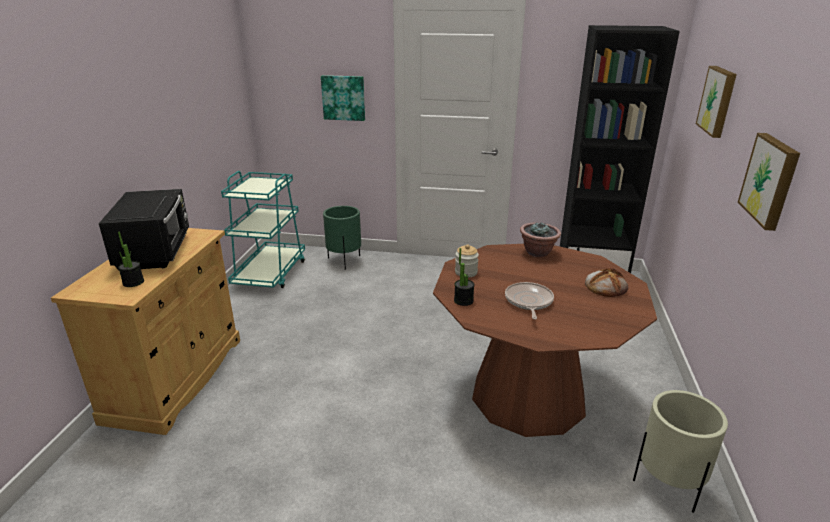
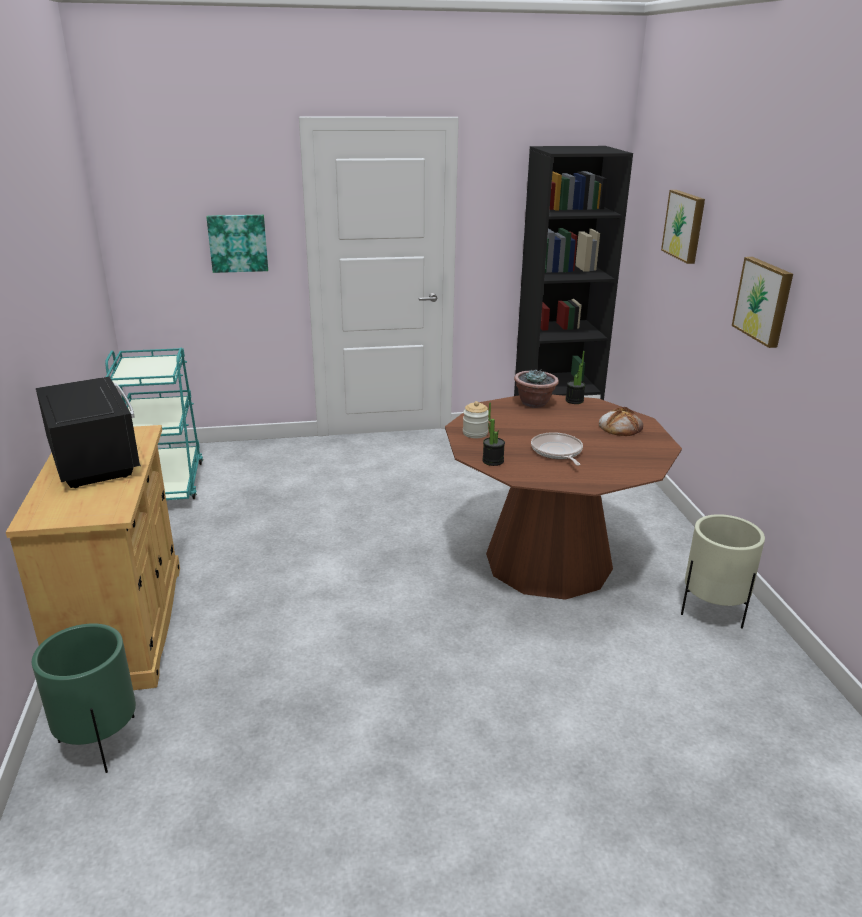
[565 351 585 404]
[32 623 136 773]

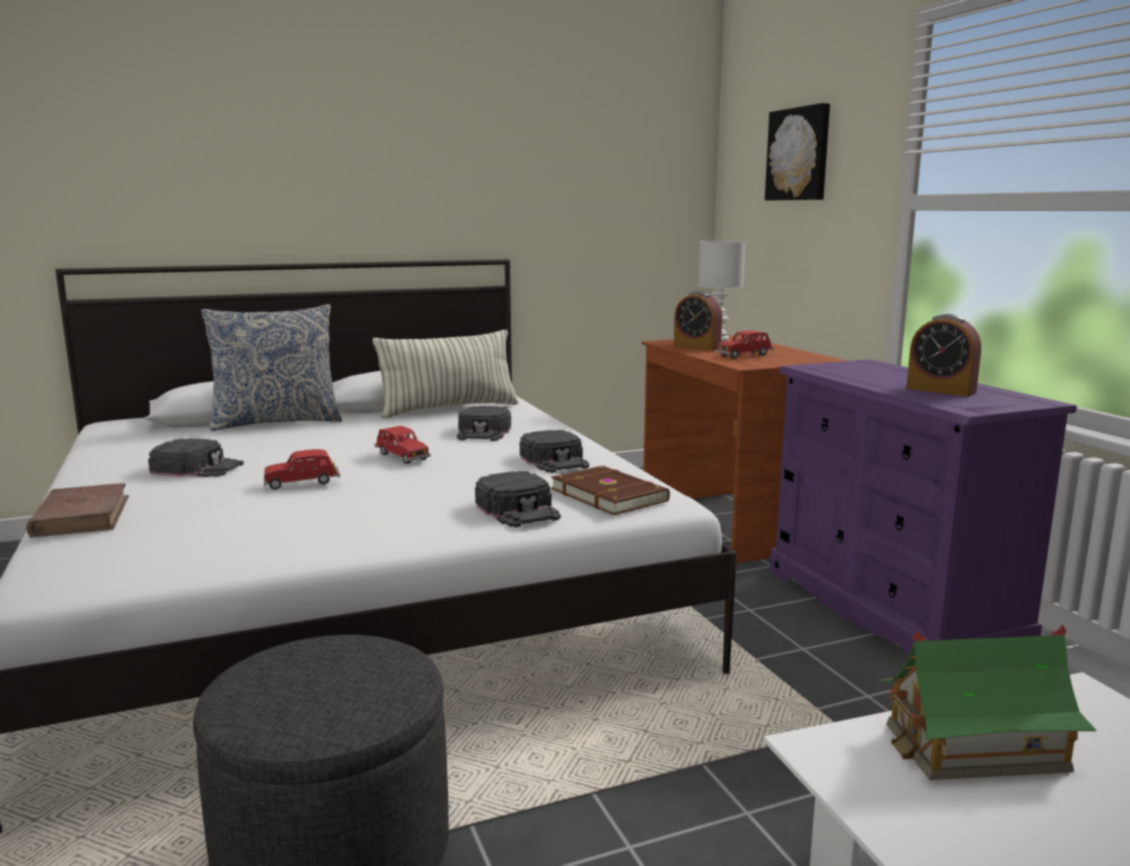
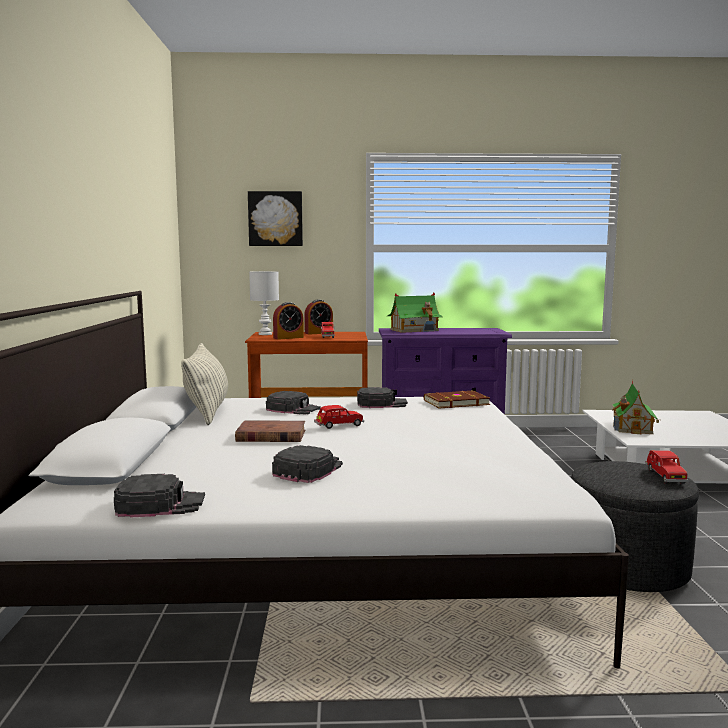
[235 421 305 442]
[201 304 342 431] (first image)
[645 450 689 484]
[114 474 205 518]
[304 299 333 335]
[387 293 442 333]

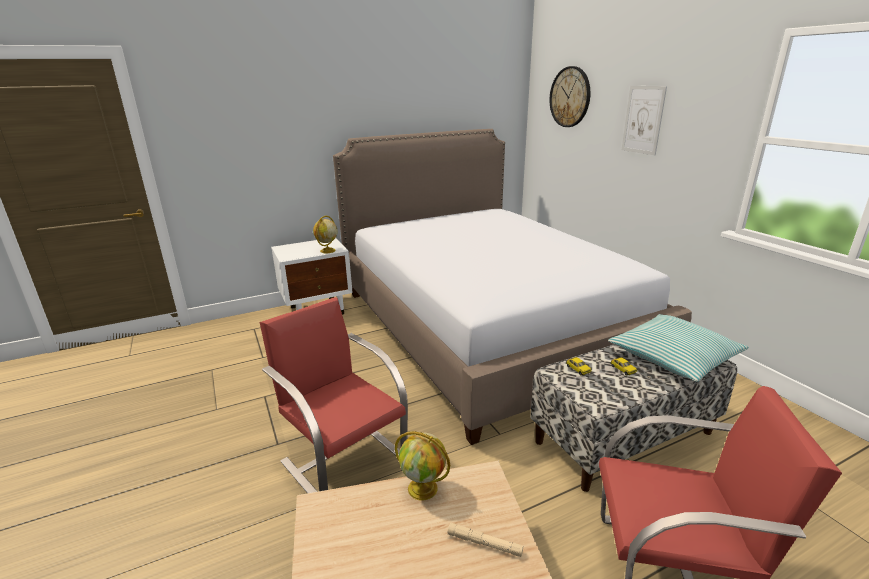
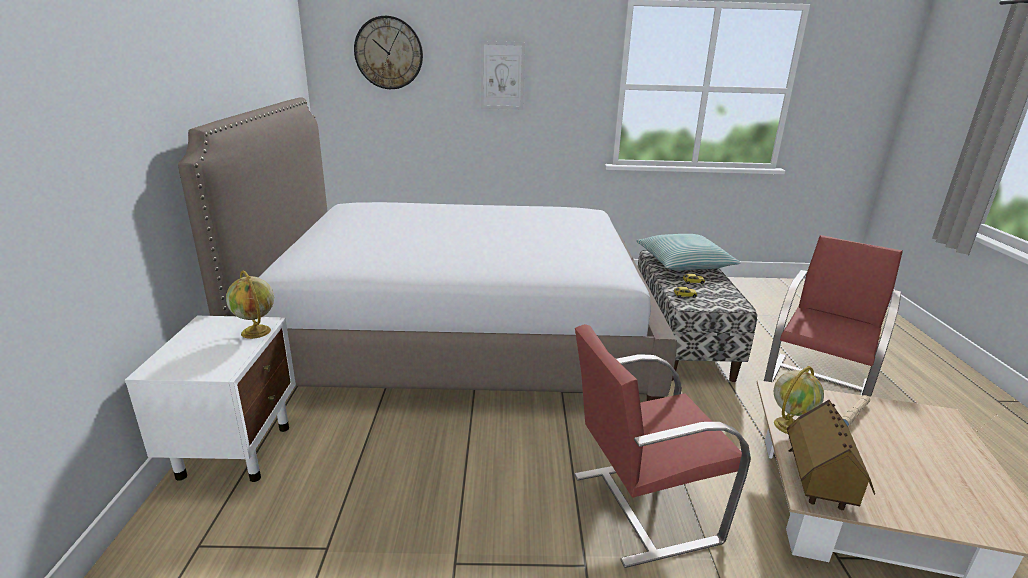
[787 400 875 510]

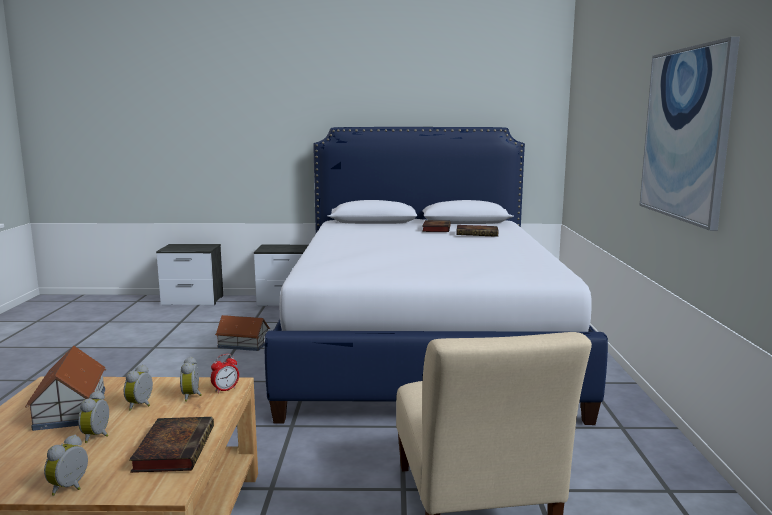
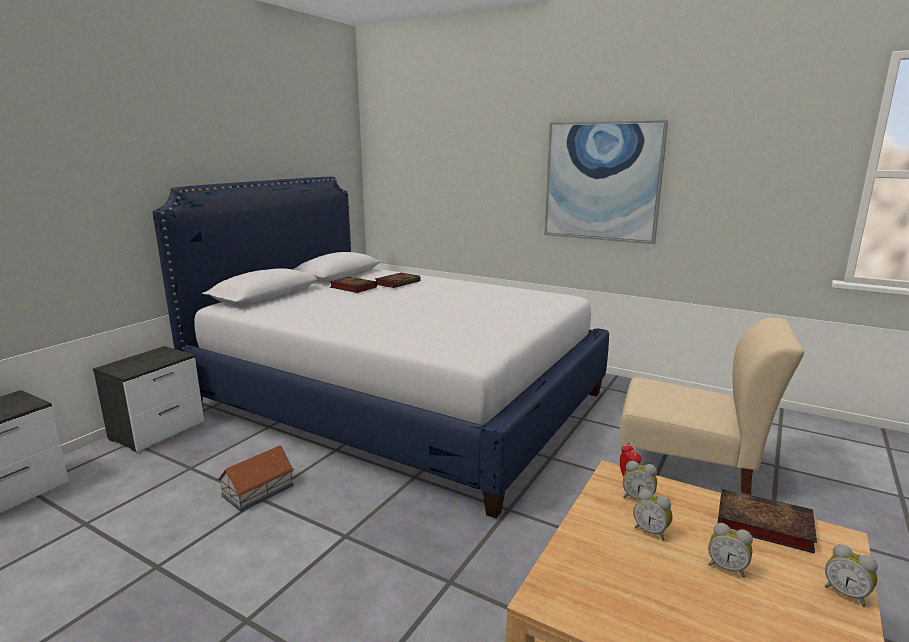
[25 346 106 431] (first image)

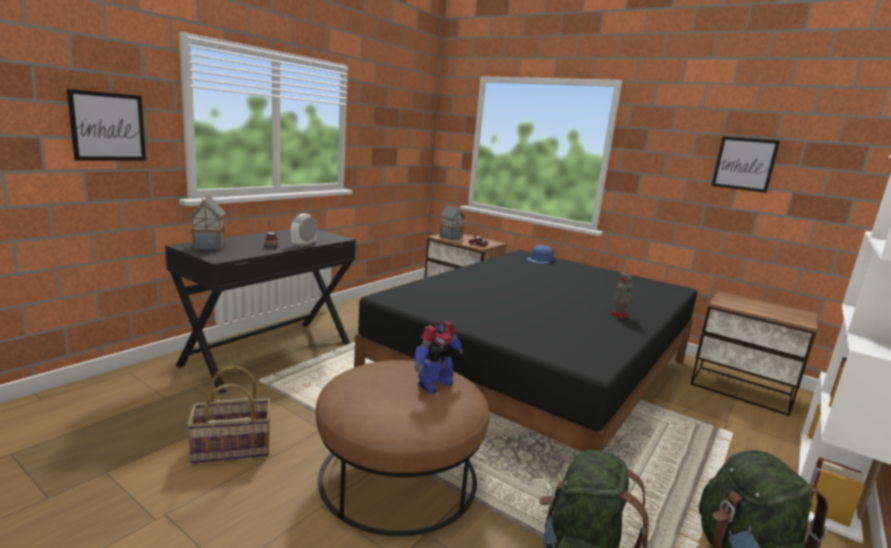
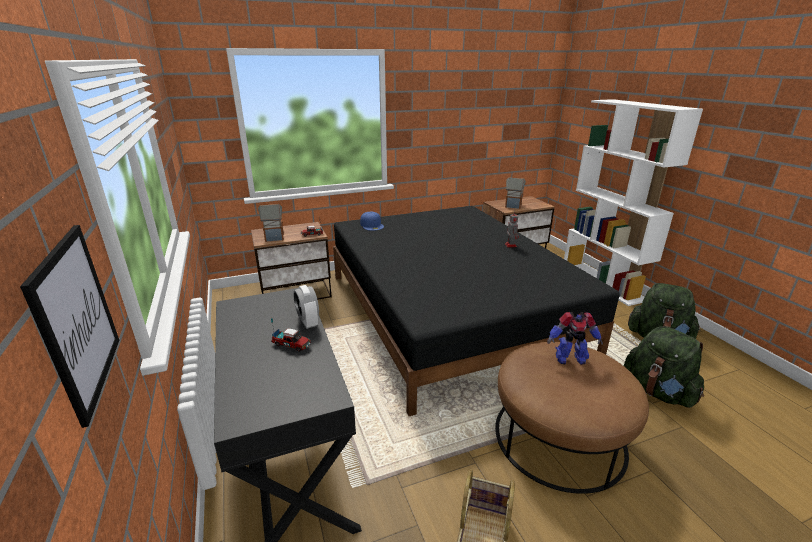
[505 177 526 209]
[547 312 603 365]
[712 136 780 193] (first image)

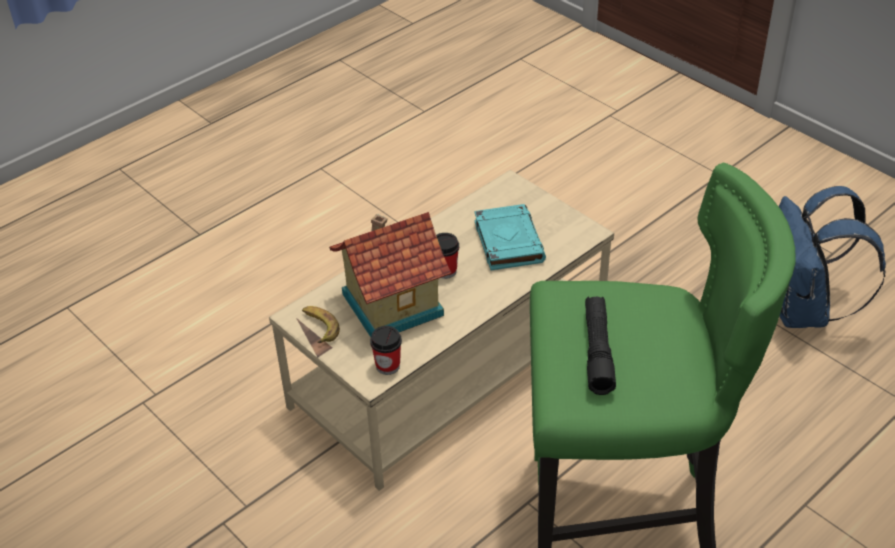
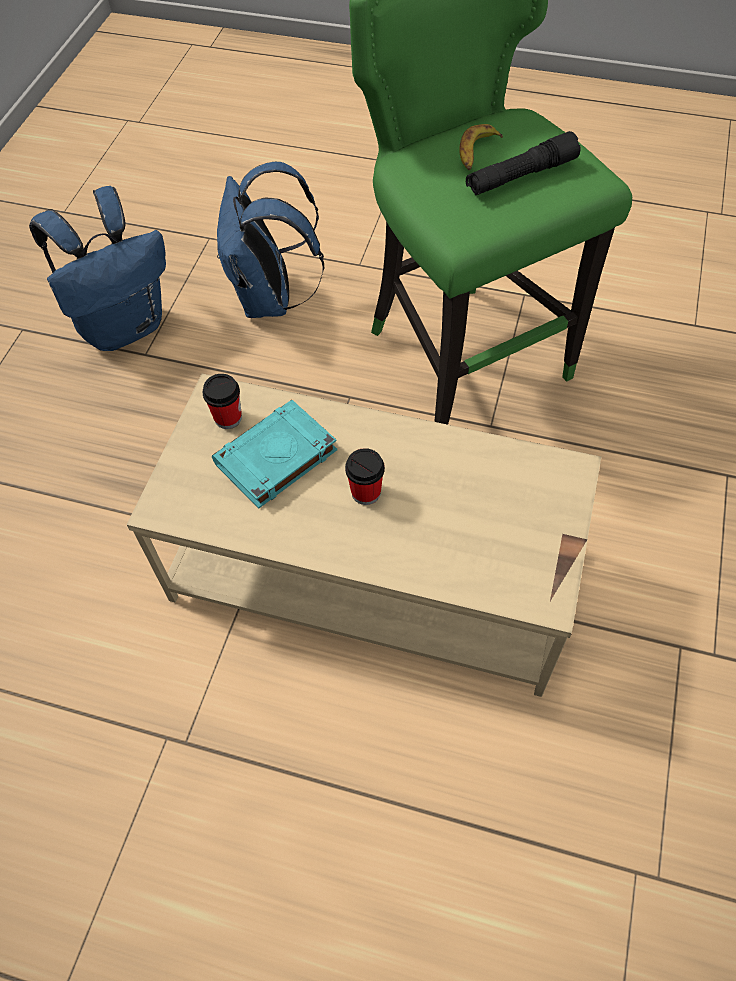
[459 124 503 170]
[329 212 451 337] (first image)
[202 374 242 429]
[217 162 325 318]

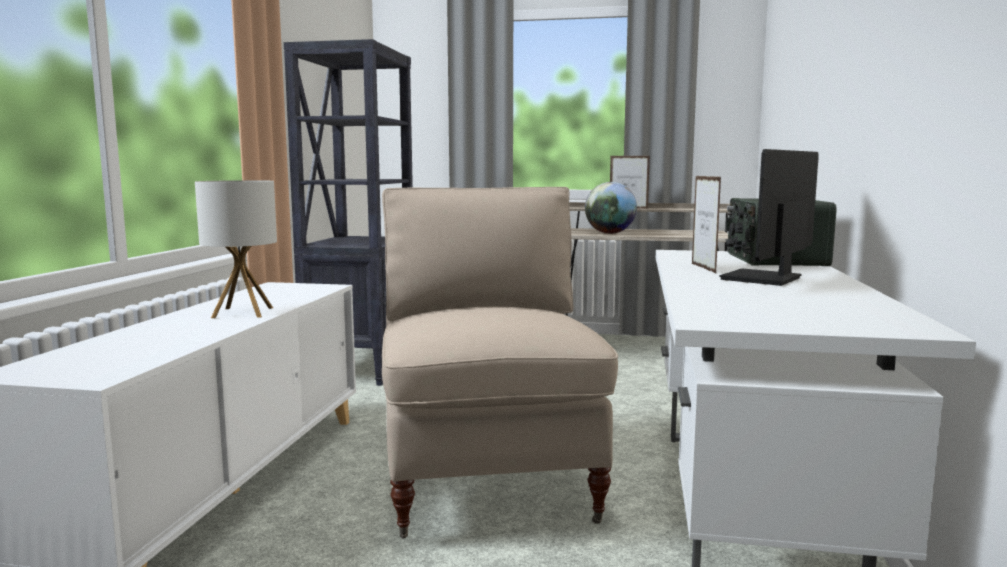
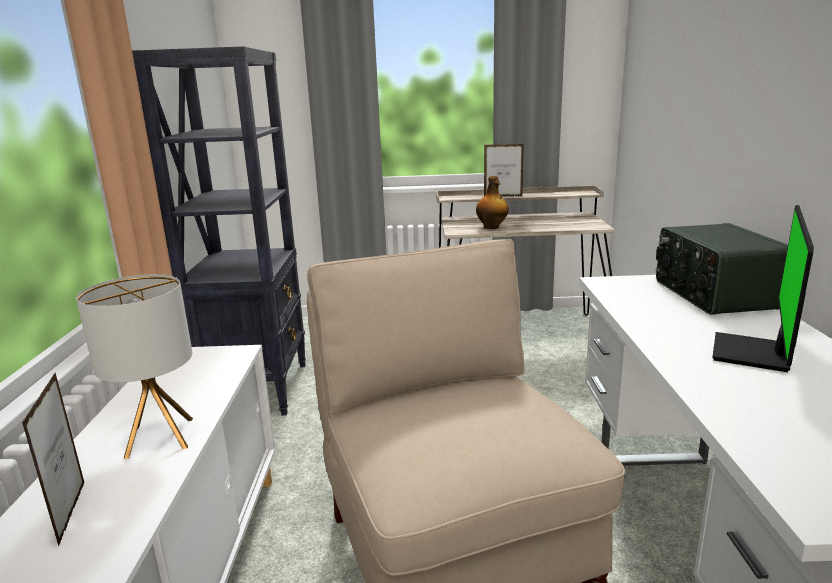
[476 176 509 229]
[22 373 84 547]

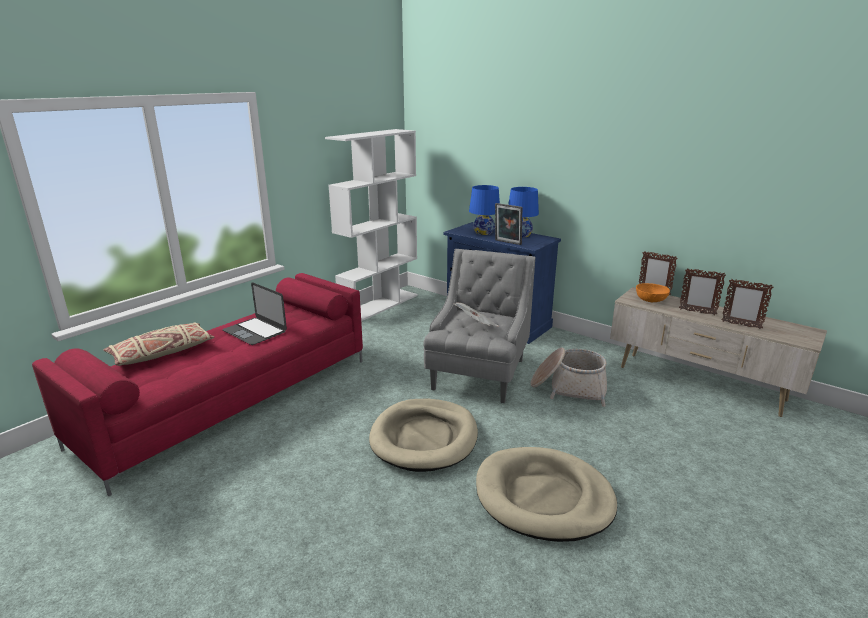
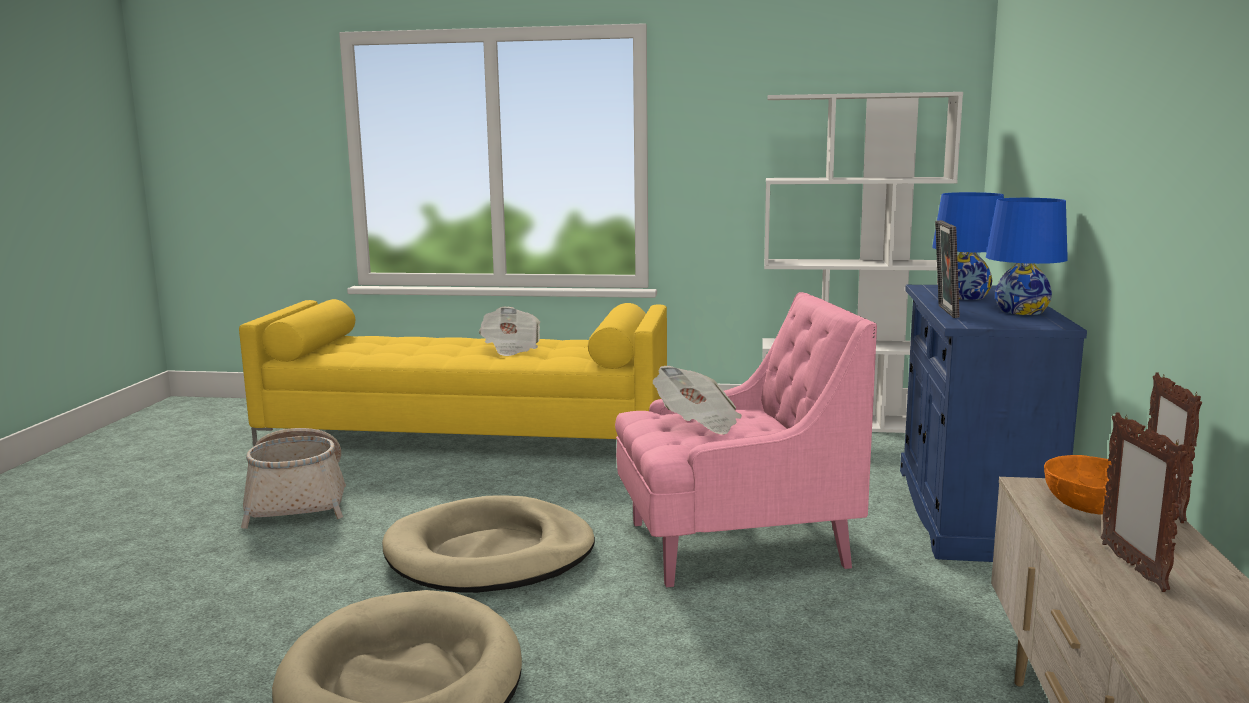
[239 299 667 447]
[103 323 214 366] (first image)
[479 307 540 356]
[615 292 877 587]
[241 428 346 529]
[721 279 773 329] (first image)

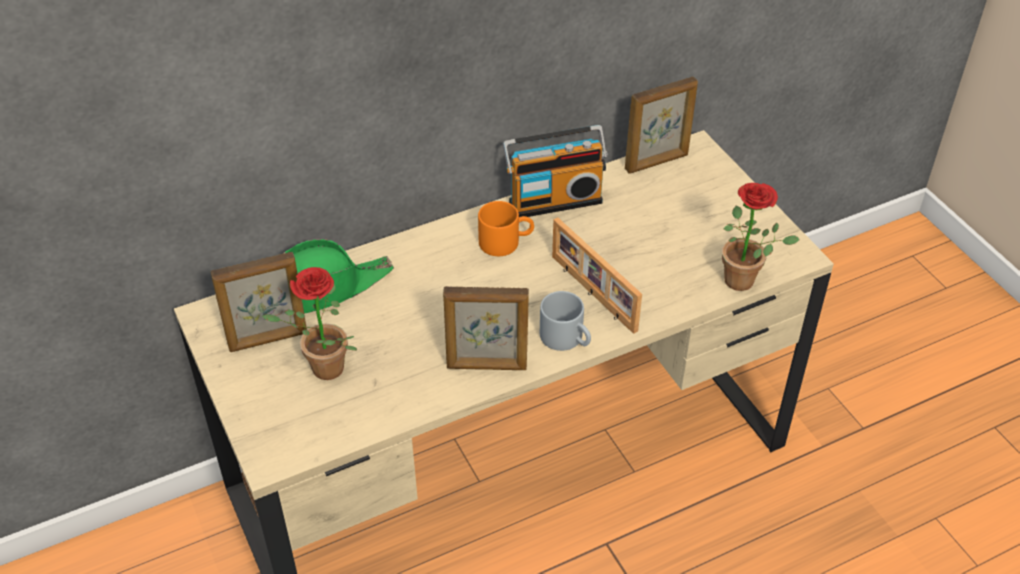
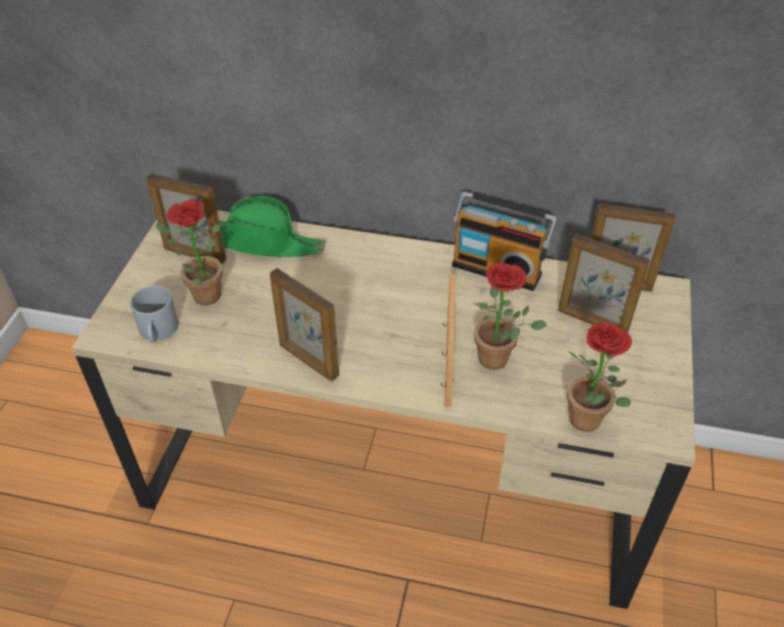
[478 201 534 256] (first image)
[130 286 179 343]
[473 263 547 370]
[558 234 650 332]

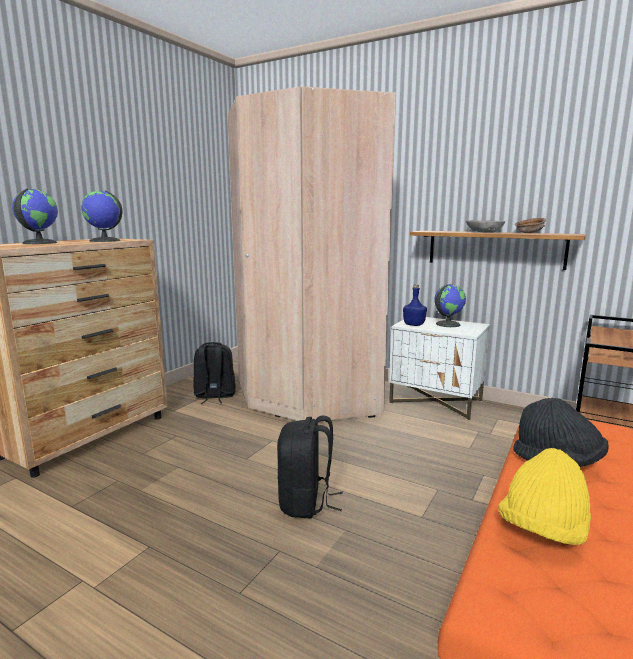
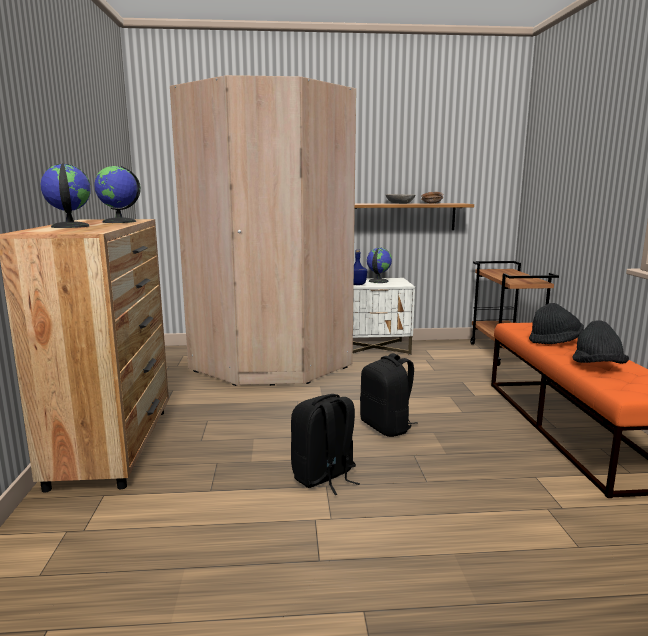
[291 394 360 495]
[572 320 629 364]

